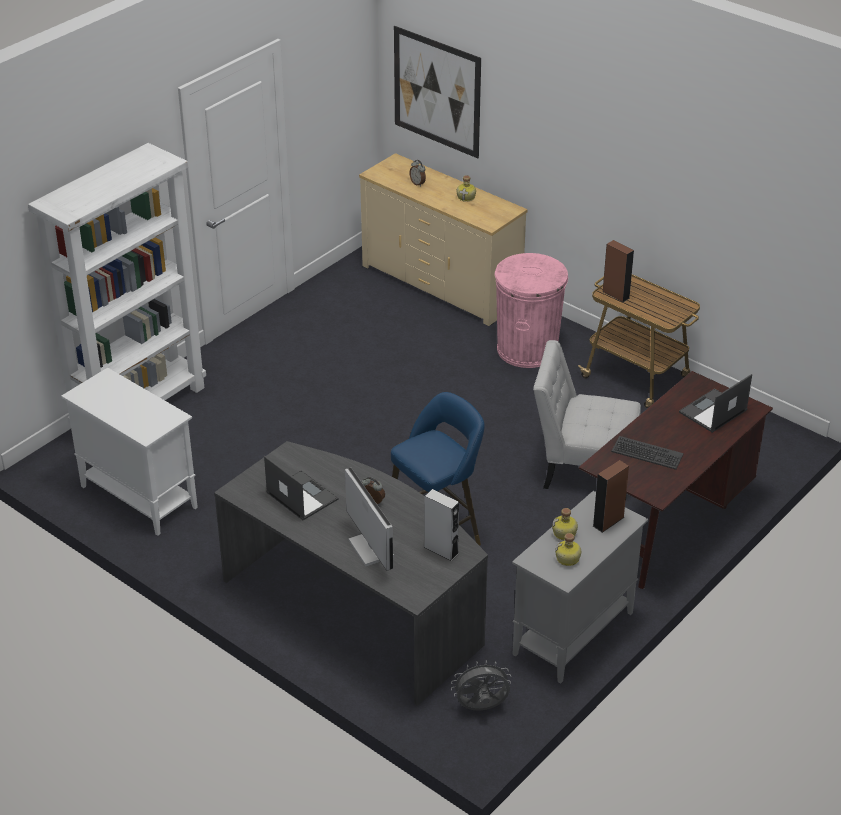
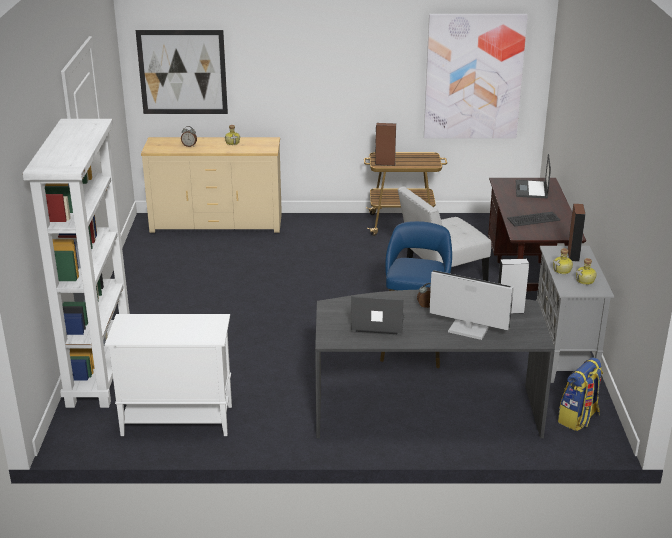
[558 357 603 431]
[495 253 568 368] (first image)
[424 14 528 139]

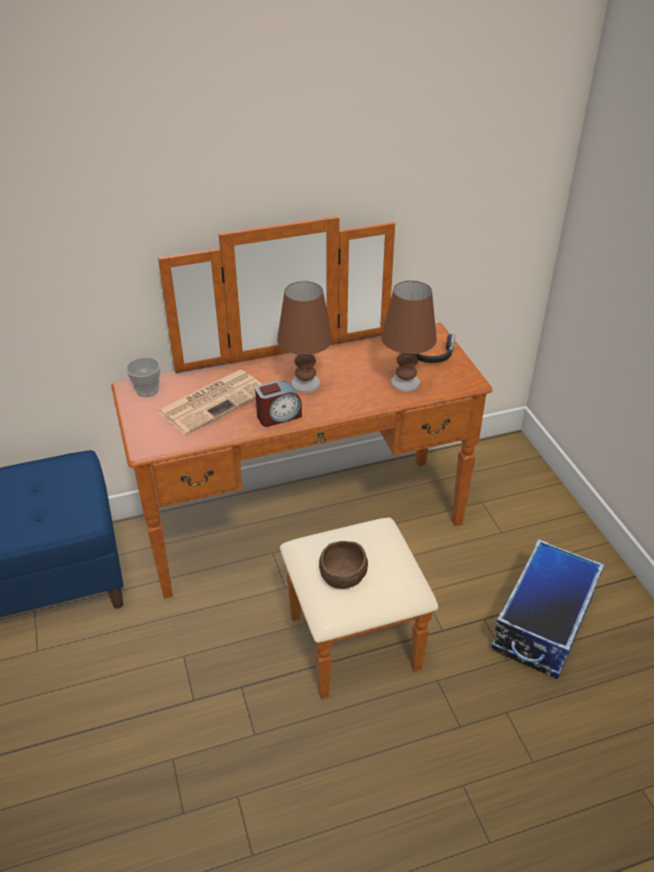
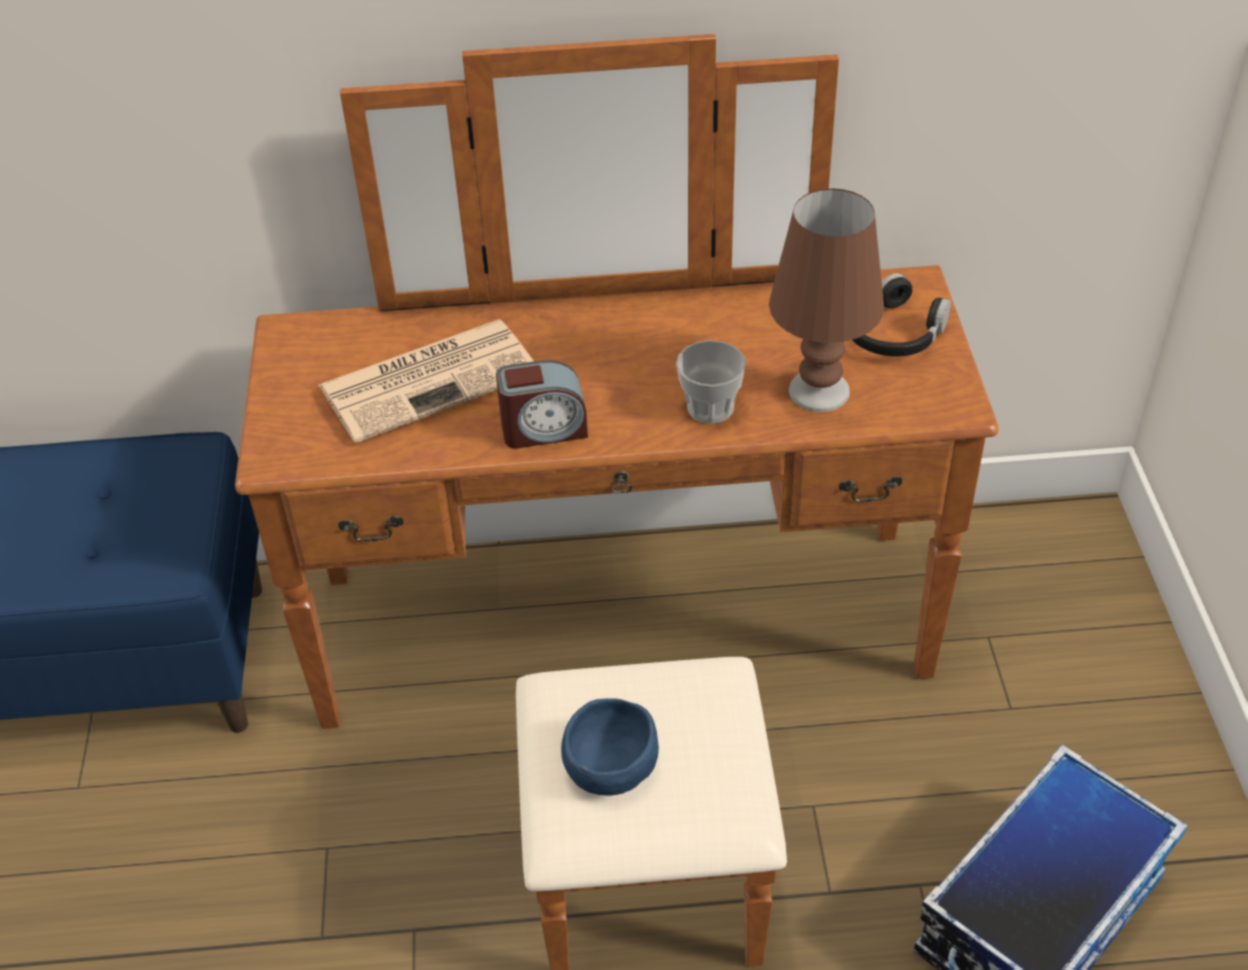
[676 340 746 424]
[277 281 332 393] (first image)
[561 698 659 795]

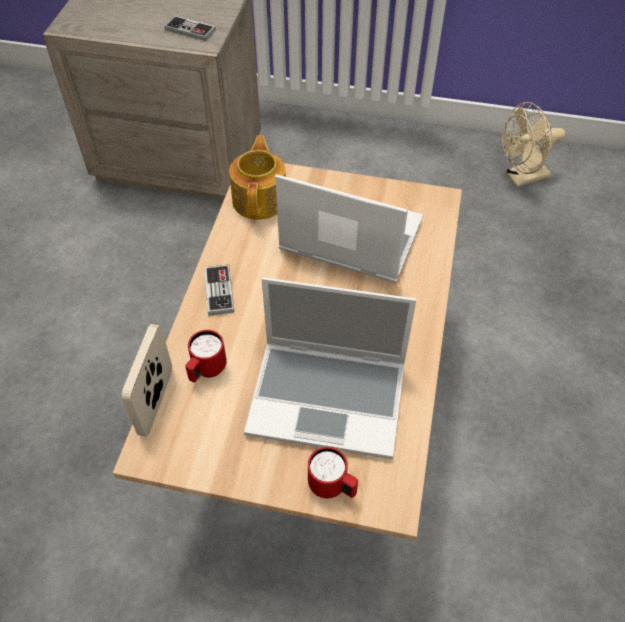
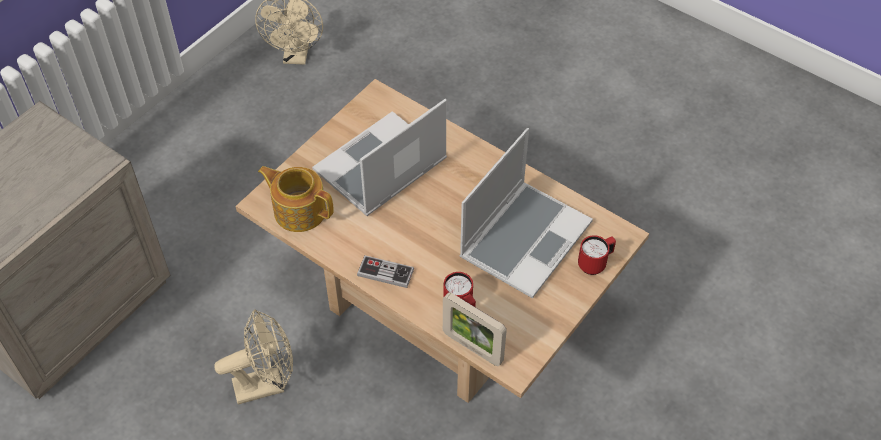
[164 16 216 41] (first image)
[214 309 293 405]

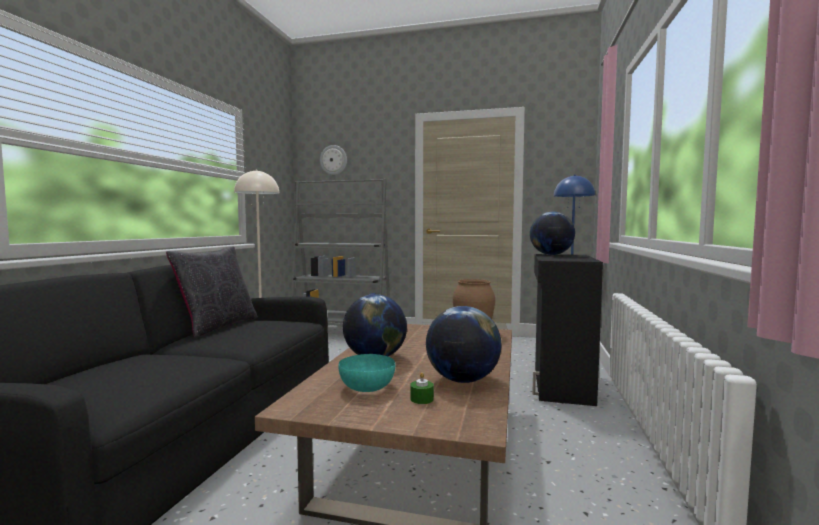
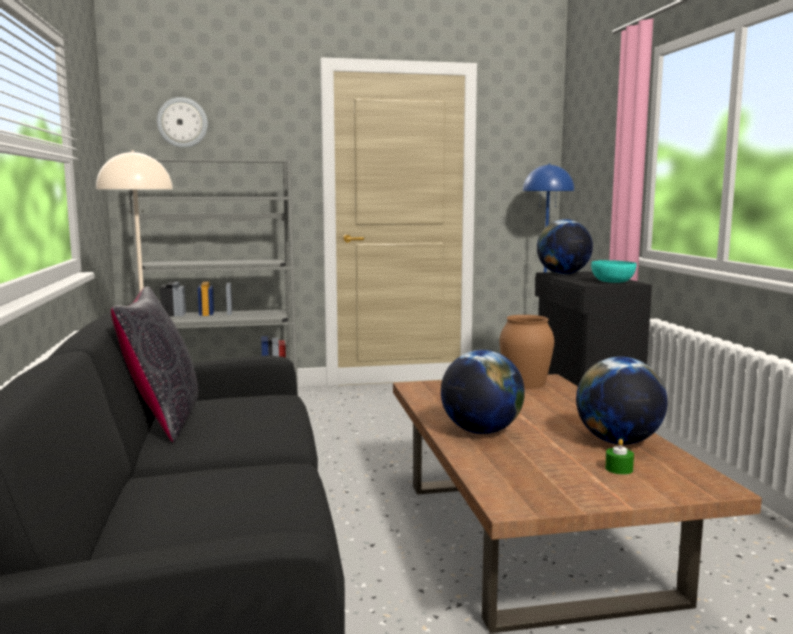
[591 260 636 283]

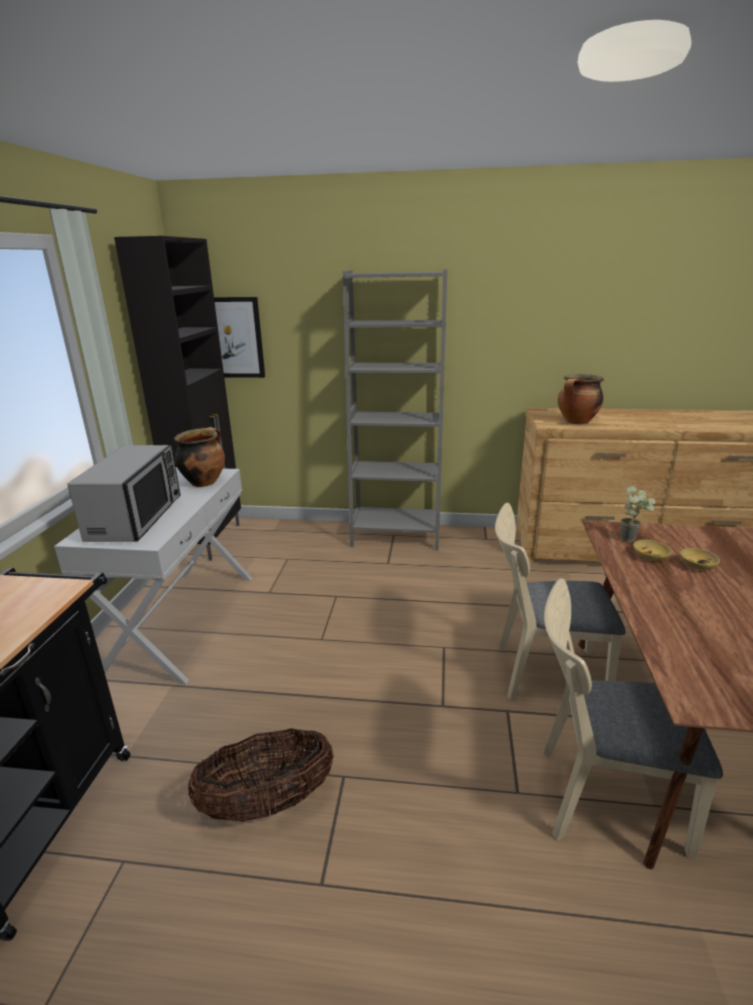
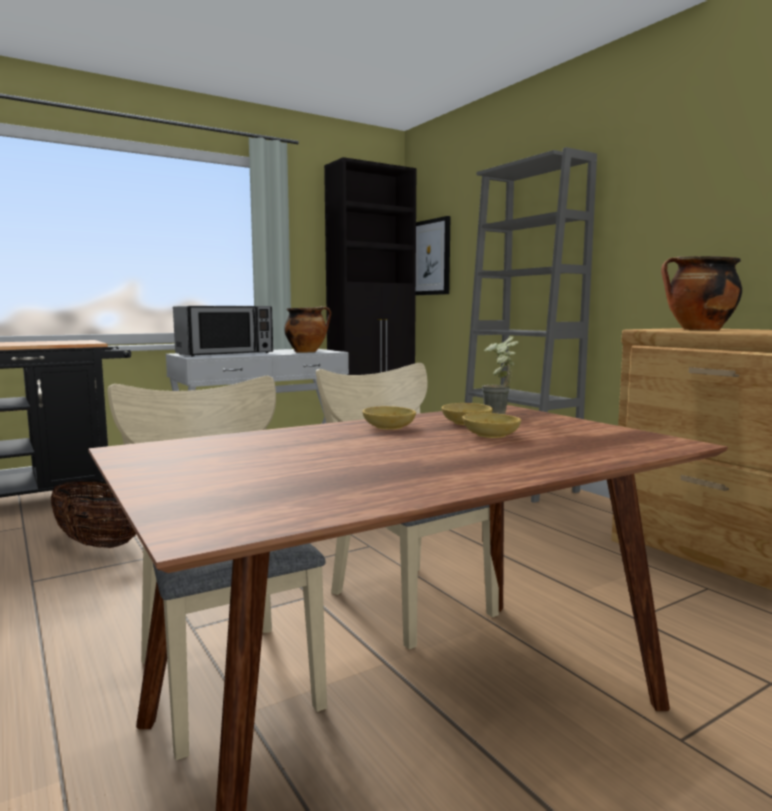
[362 406 416 430]

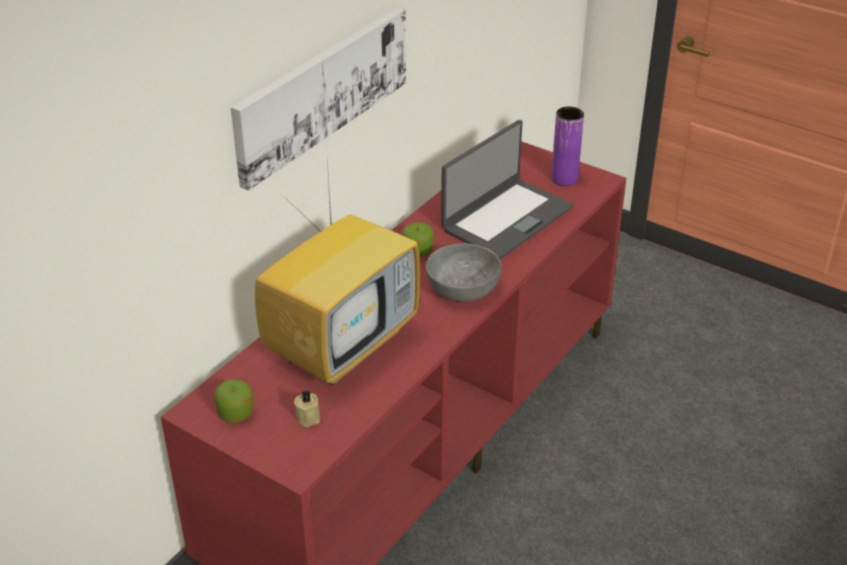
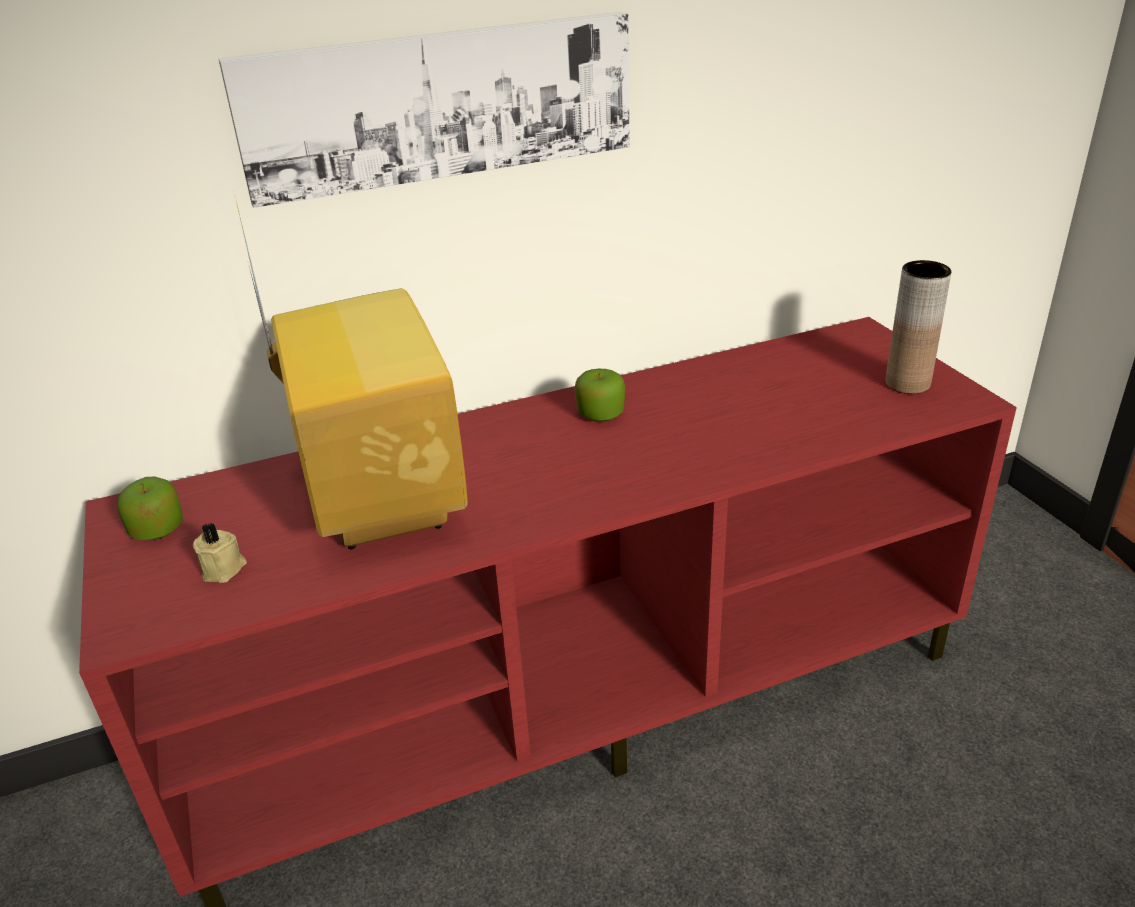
[235 198 468 549]
[426 243 502 302] (first image)
[441 120 573 259] (first image)
[885 260 951 394]

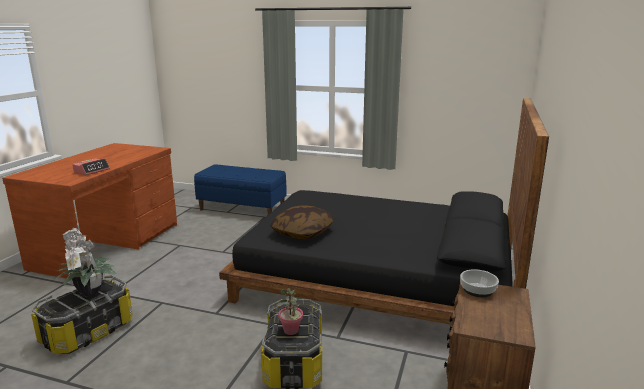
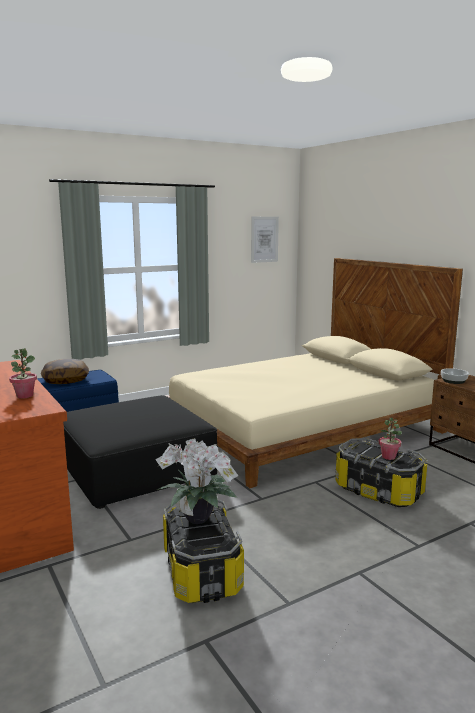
[9 348 37 398]
[165 258 463 488]
[41 359 89 384]
[63 395 217 509]
[251 217 279 263]

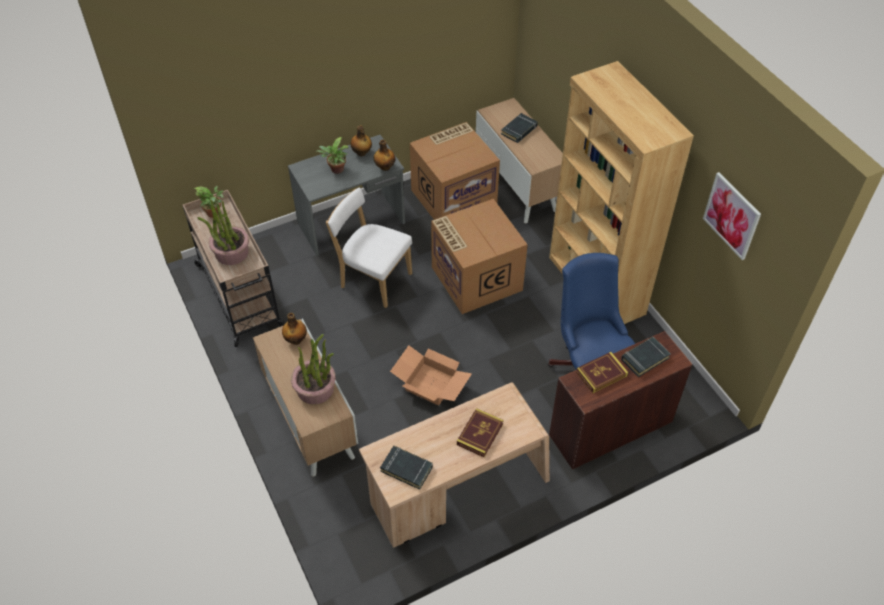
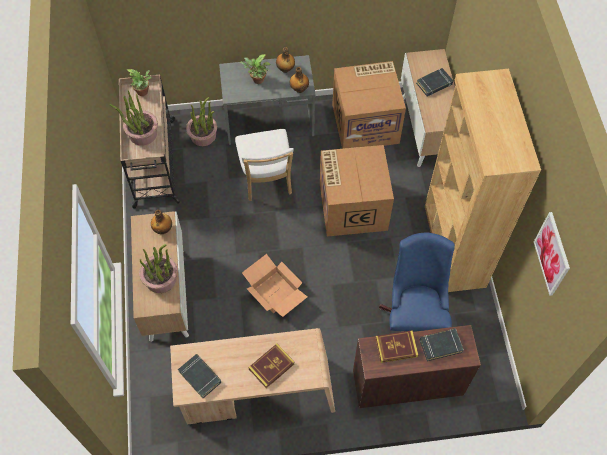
[235 129 294 201]
[186 97 217 146]

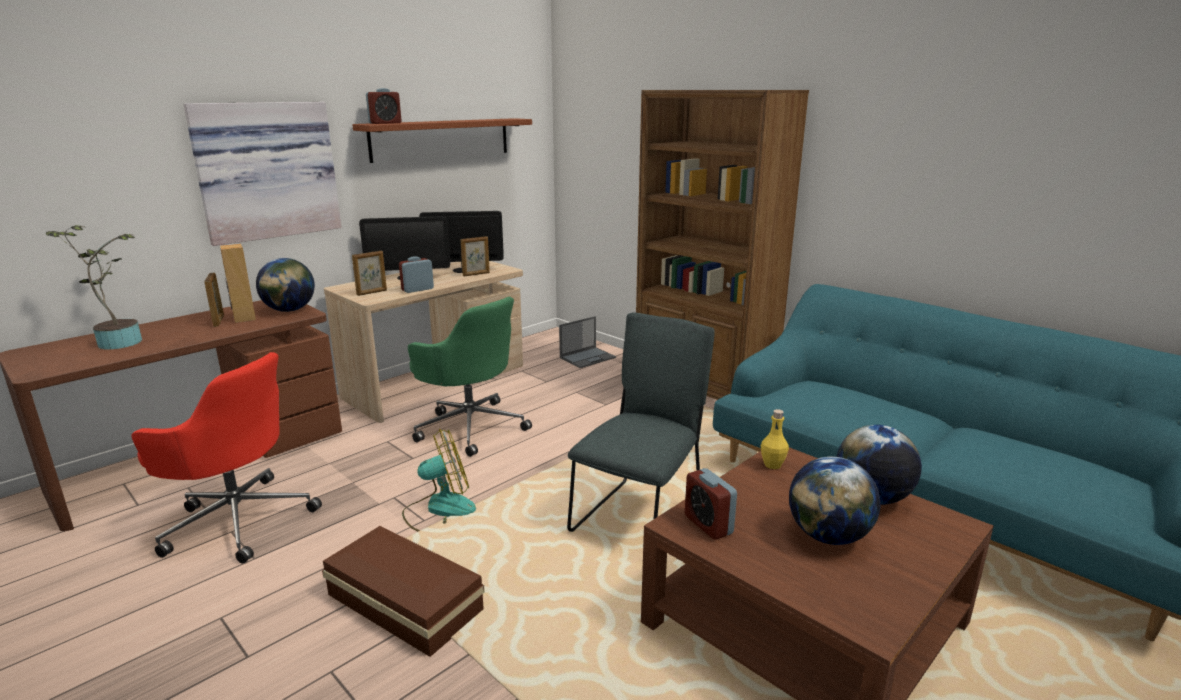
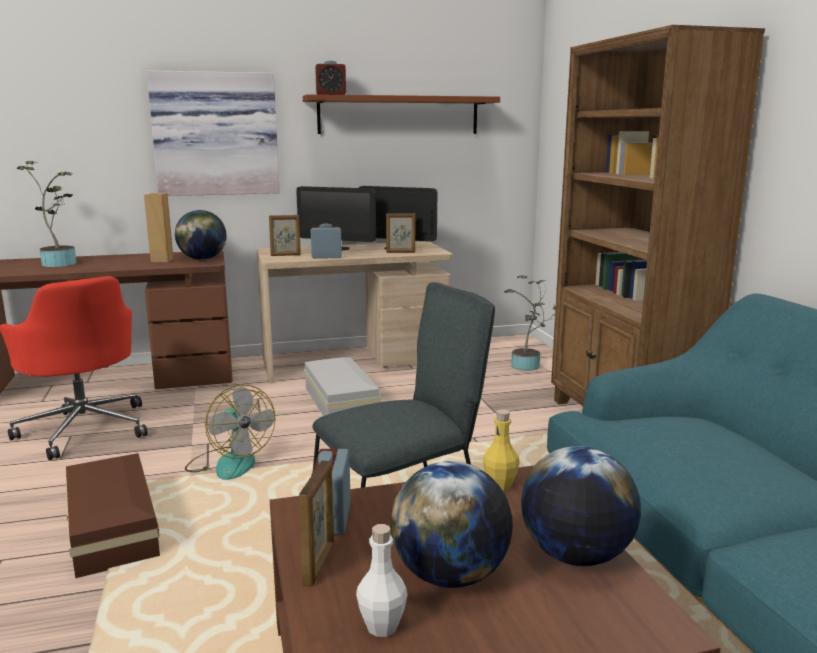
[299 460 334 587]
[185 384 275 480]
[304 357 381 416]
[504 275 556 371]
[356 524 408 637]

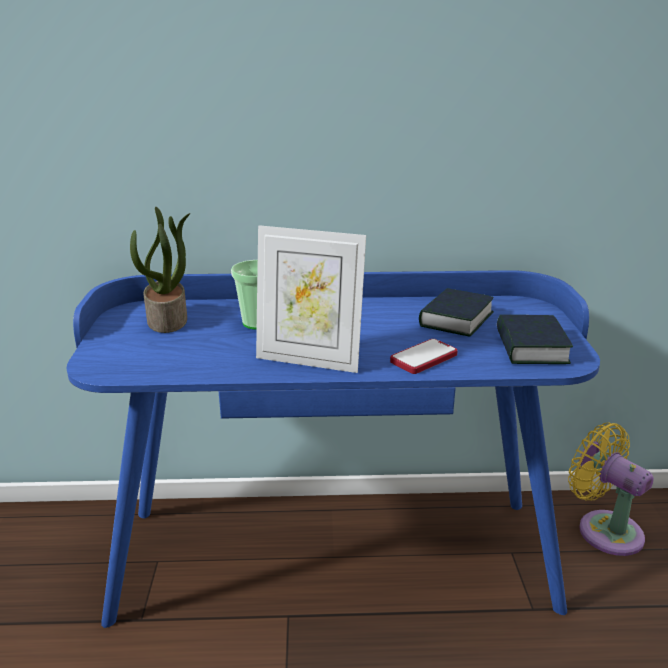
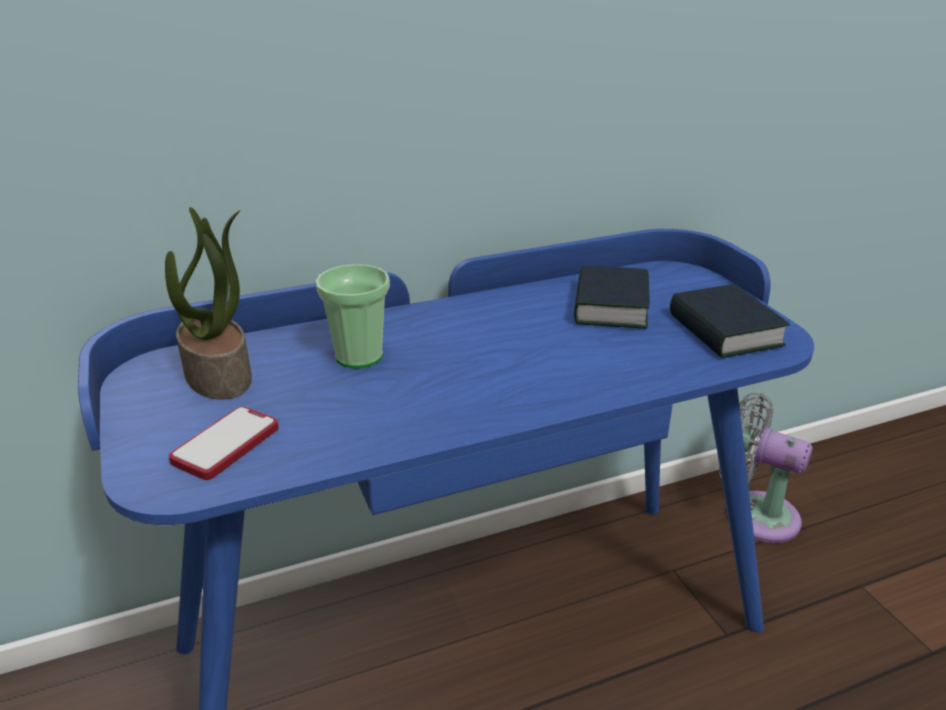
[256 225 366 373] (first image)
[169 406 279 480]
[719 393 813 543]

